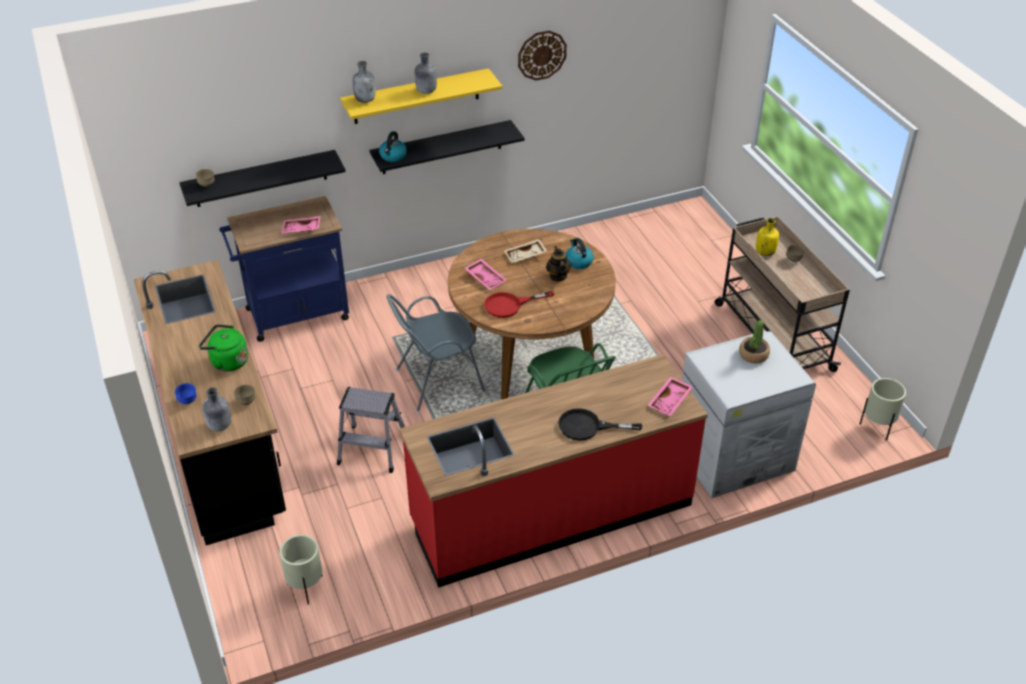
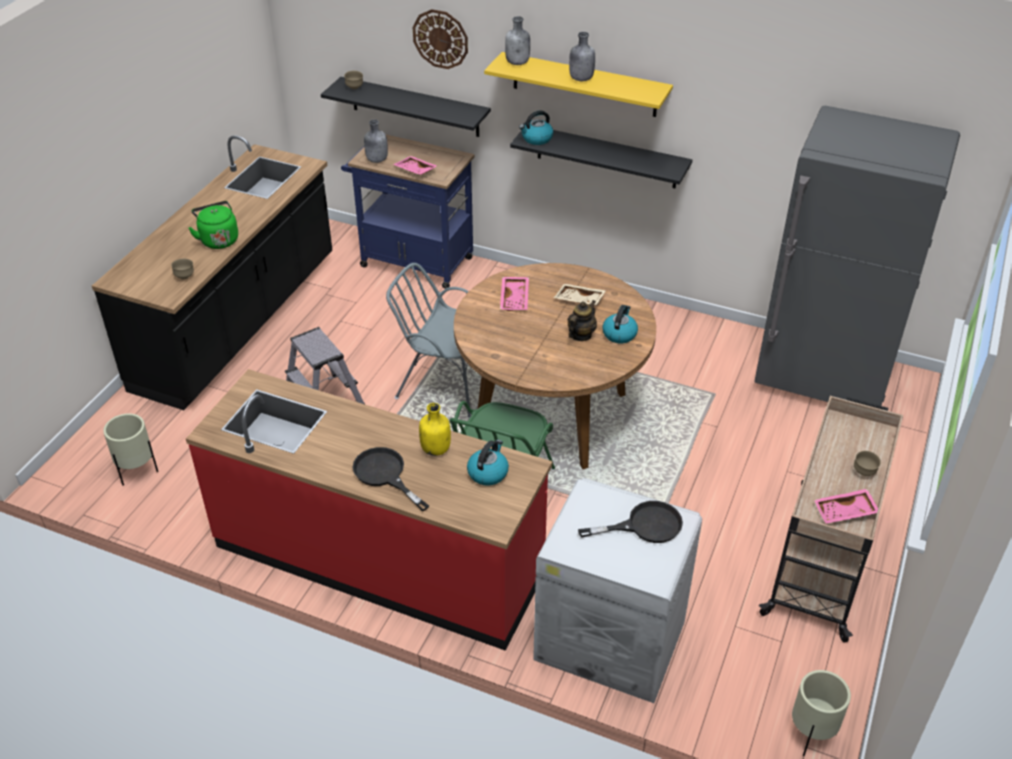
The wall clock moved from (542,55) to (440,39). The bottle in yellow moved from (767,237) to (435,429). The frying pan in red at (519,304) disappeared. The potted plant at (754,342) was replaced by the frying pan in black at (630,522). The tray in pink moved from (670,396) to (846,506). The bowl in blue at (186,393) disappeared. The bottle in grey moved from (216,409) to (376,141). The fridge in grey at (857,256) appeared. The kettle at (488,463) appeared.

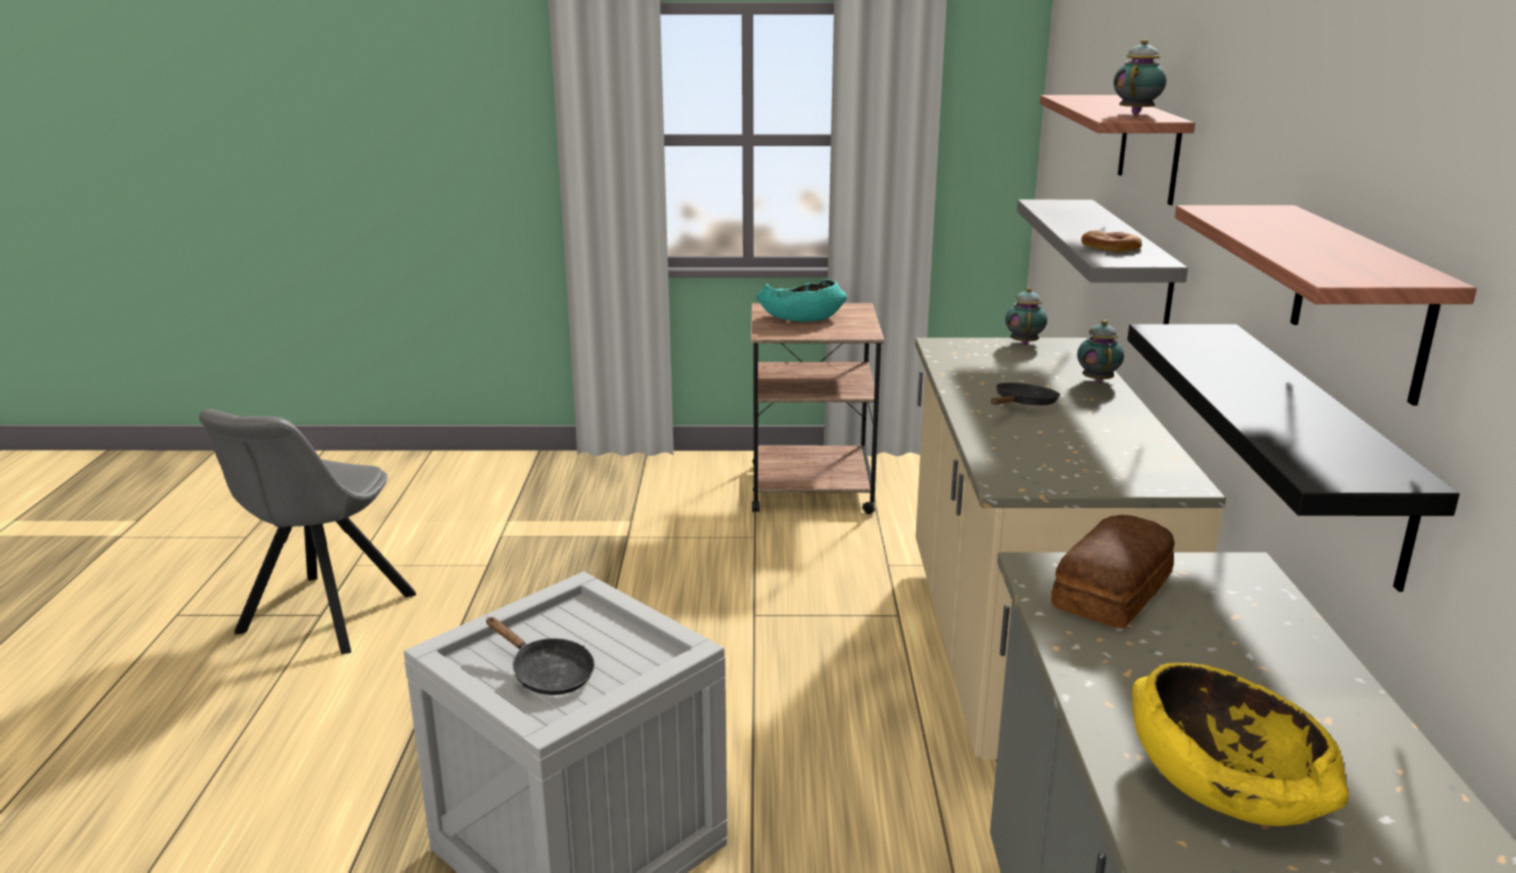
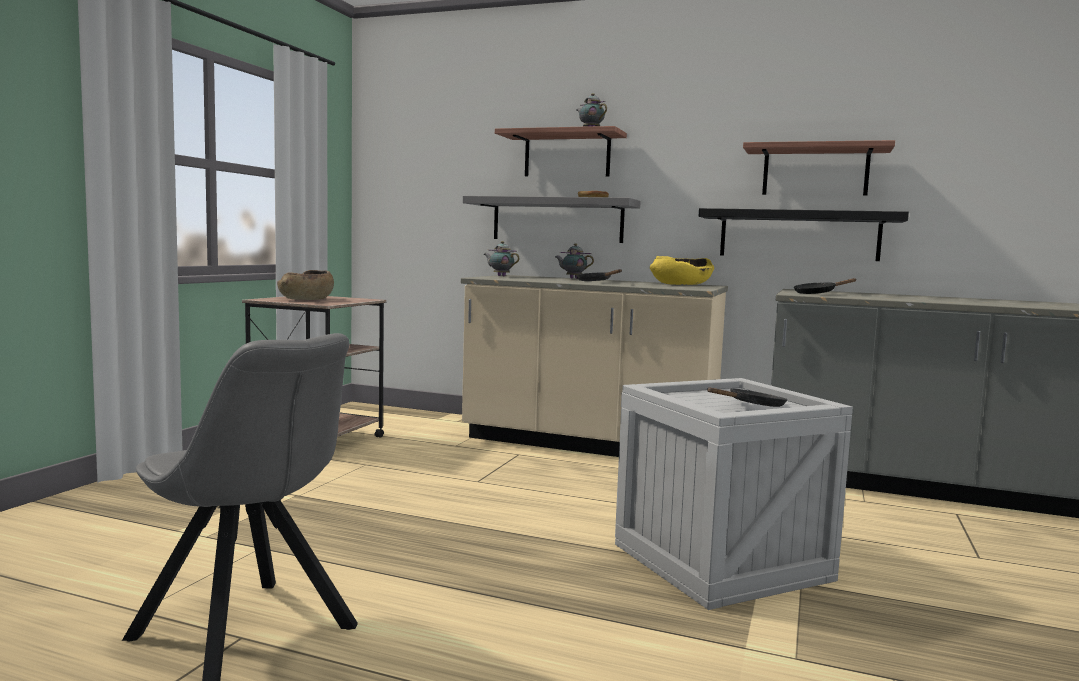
The bowl in turquoise at (802,300) became the bowl in brown at (305,285). The bread at (1113,572) was replaced by the frying pan in black at (825,286). The bowl in yellow moved from (1240,744) to (682,270).

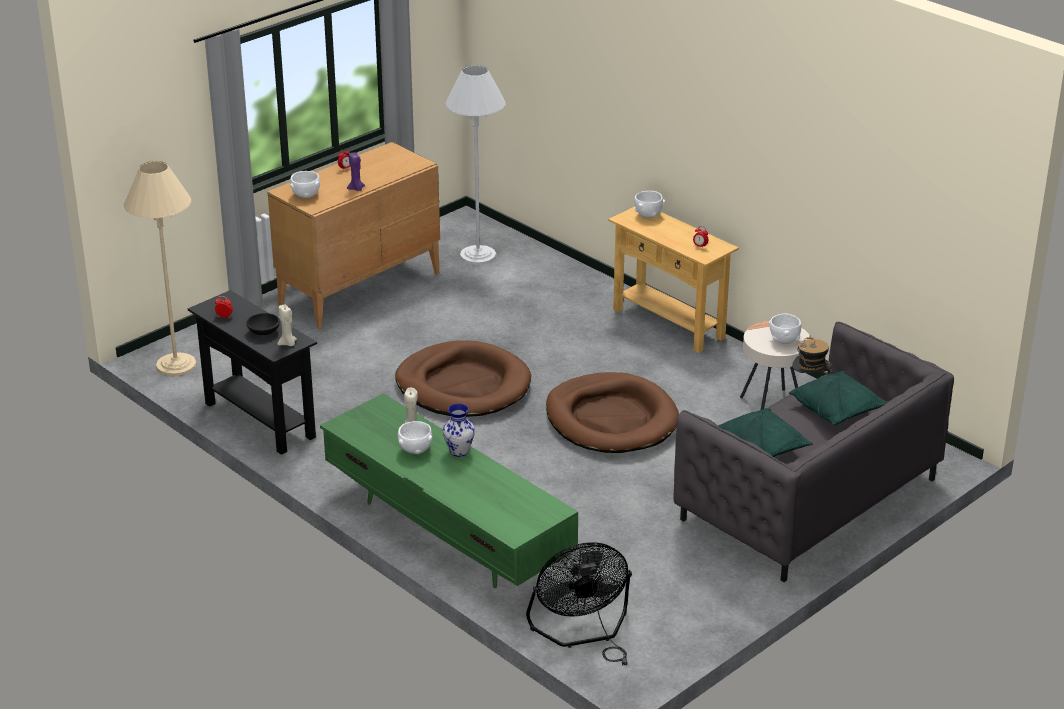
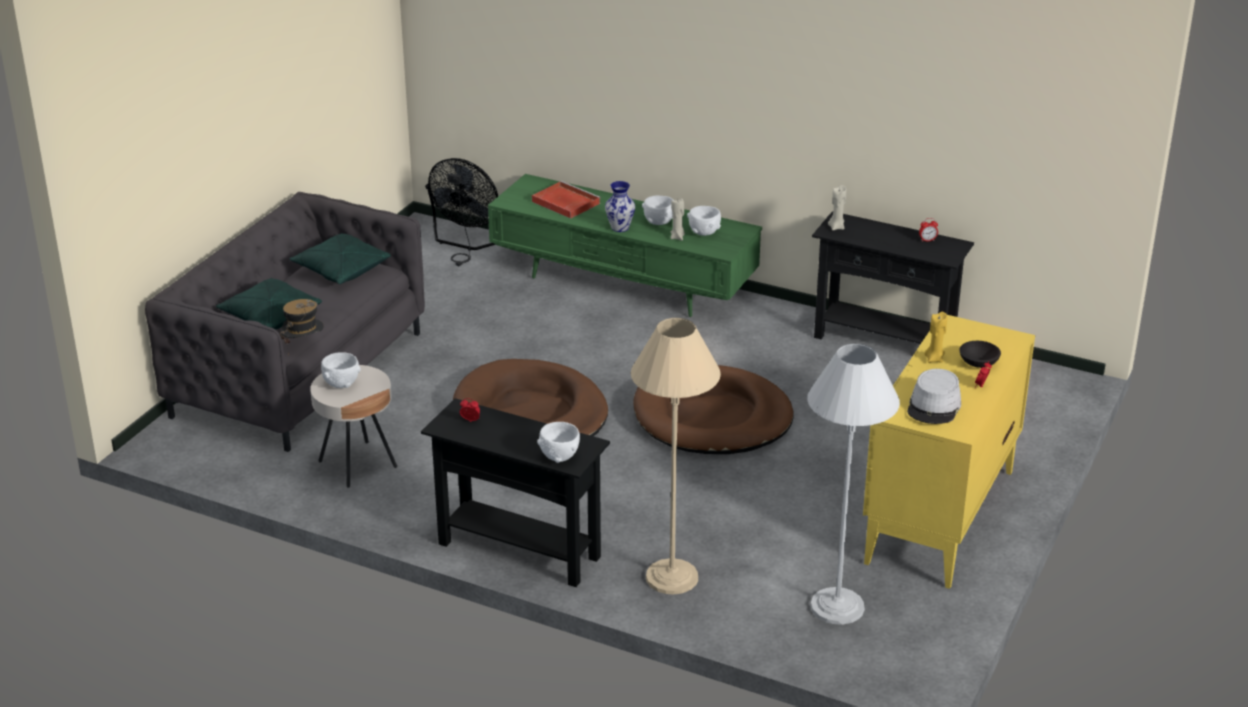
The cabinet in brown at (353,235) became the cabinet in yellow at (949,452). The candle in purple at (356,171) became the candle in yellow at (936,337). The floor lamp in beige moved from (160,268) to (676,456). The bowl in white moved from (305,184) to (704,221). The console table in beige at (673,280) became the console table in black at (515,492). The bowl in black moved from (263,324) to (980,354). The fan in black at (579,603) turned 120 degrees counterclockwise. The tray in red at (566,200) appeared. The hat in grey at (934,396) appeared.

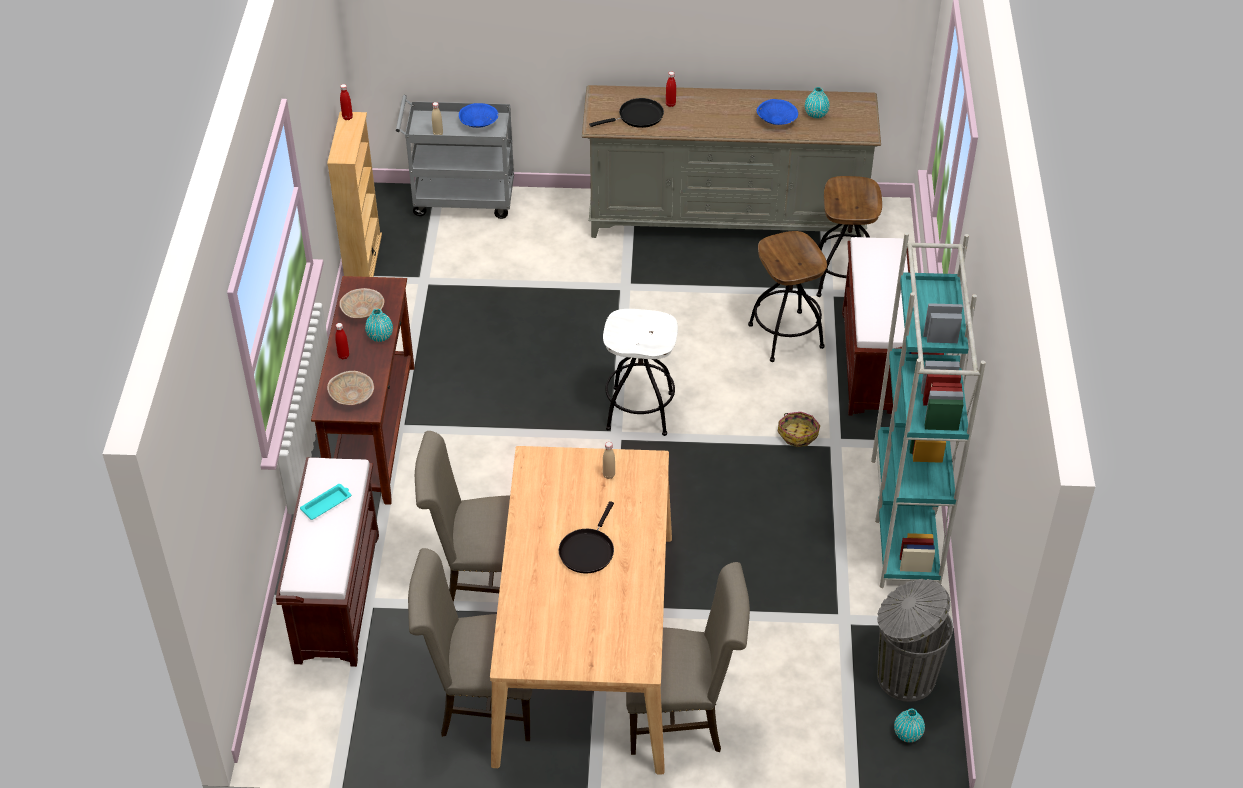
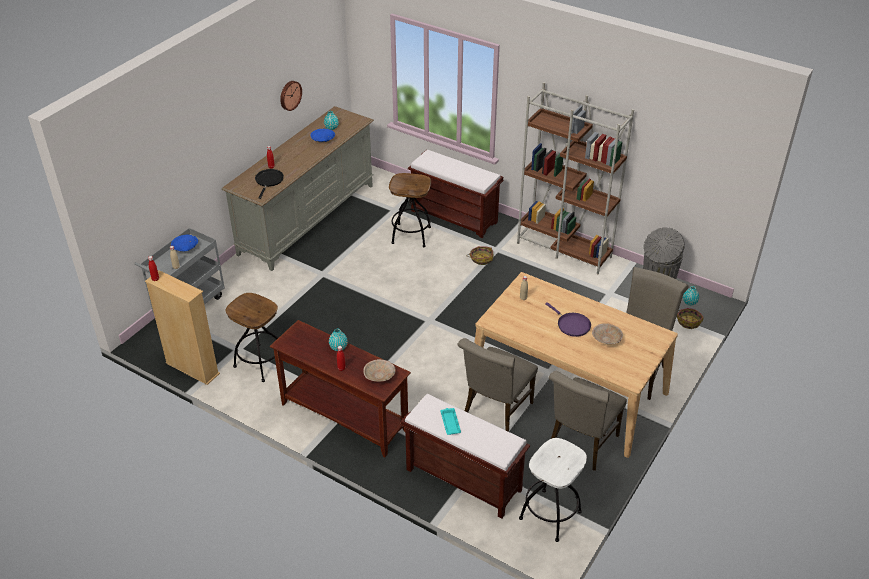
The stool in brown moved from (849,236) to (251,337). The bookcase in turquoise at (928,410) became the bookcase in brown at (575,178). The bowl in beige moved from (362,303) to (607,333). The stool in white moved from (640,372) to (553,490). The frying pan in black at (586,537) became the frying pan in purple at (568,319). The wall clock at (291,96) appeared. The basket at (690,318) appeared.

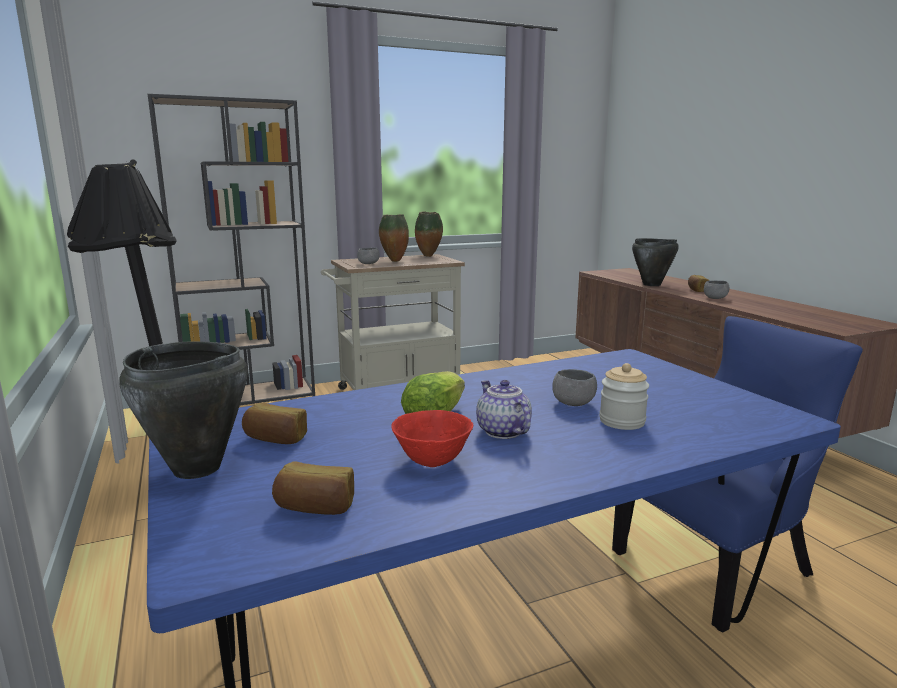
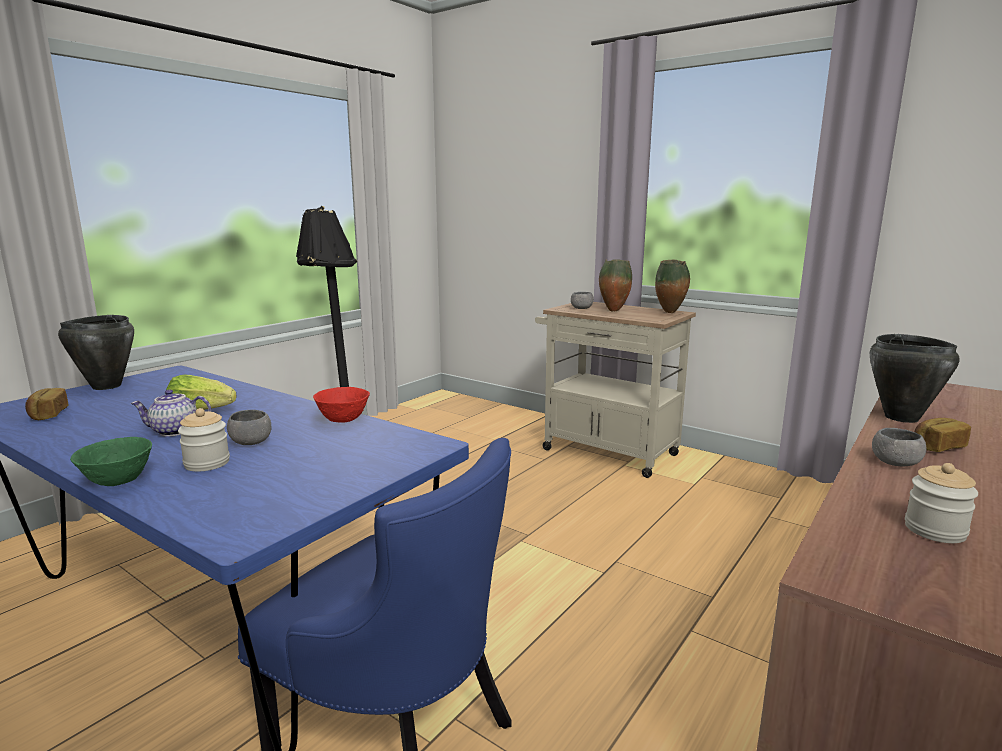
The bookcase at (231,249) disappeared. The teapot at (504,409) turned 135 degrees counterclockwise. The bread at (274,423) disappeared. The bowl in red moved from (432,438) to (341,405). The bowl in green at (111,461) appeared. The jar at (941,503) appeared.

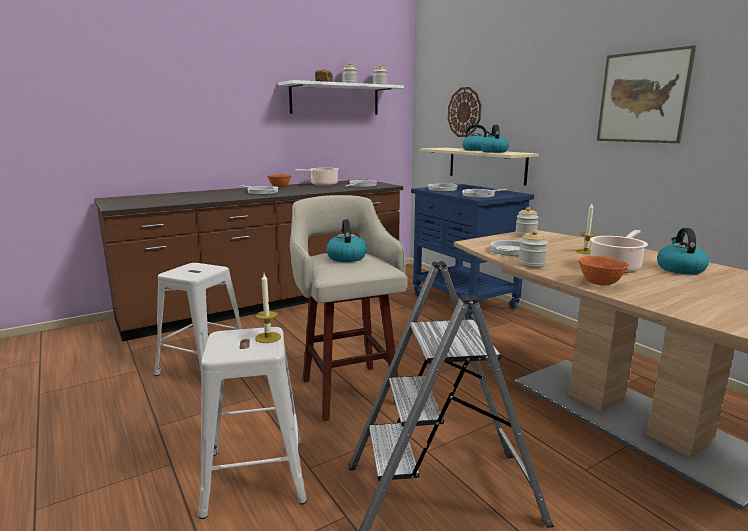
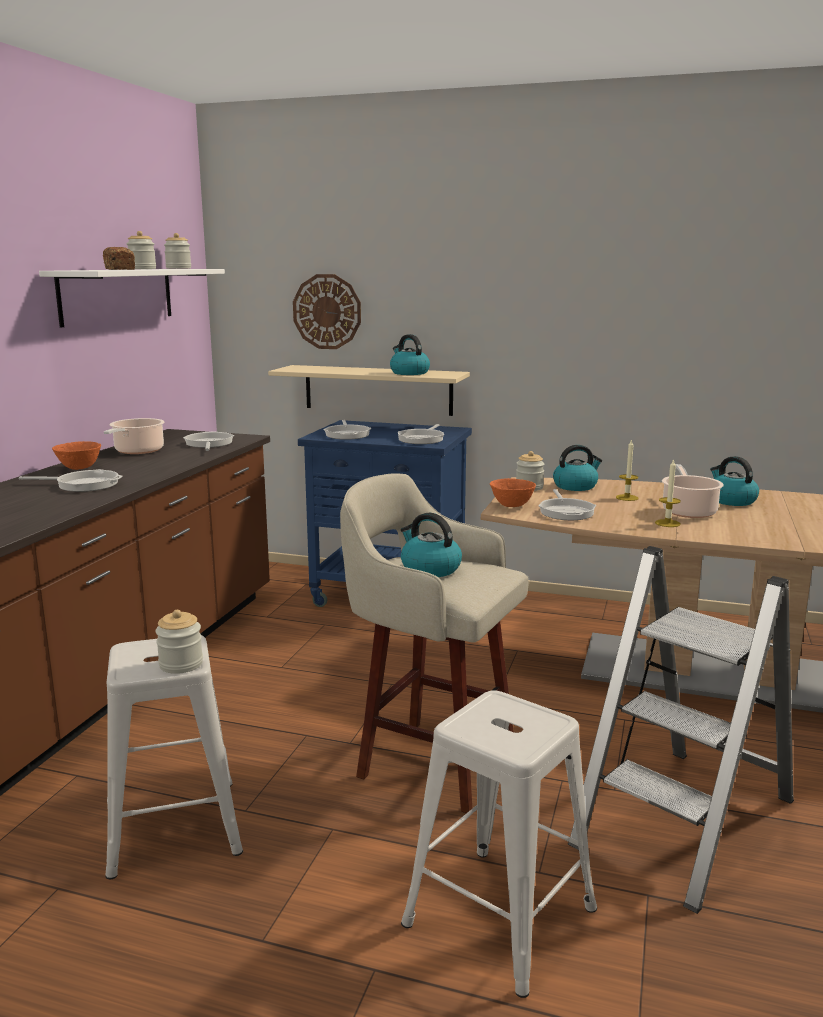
The picture at (646,94) disappeared. The kettle moved from (476,137) to (577,468). The jar moved from (533,249) to (179,642). The bowl in orange moved from (603,271) to (513,492). The candle moved from (268,308) to (668,493).

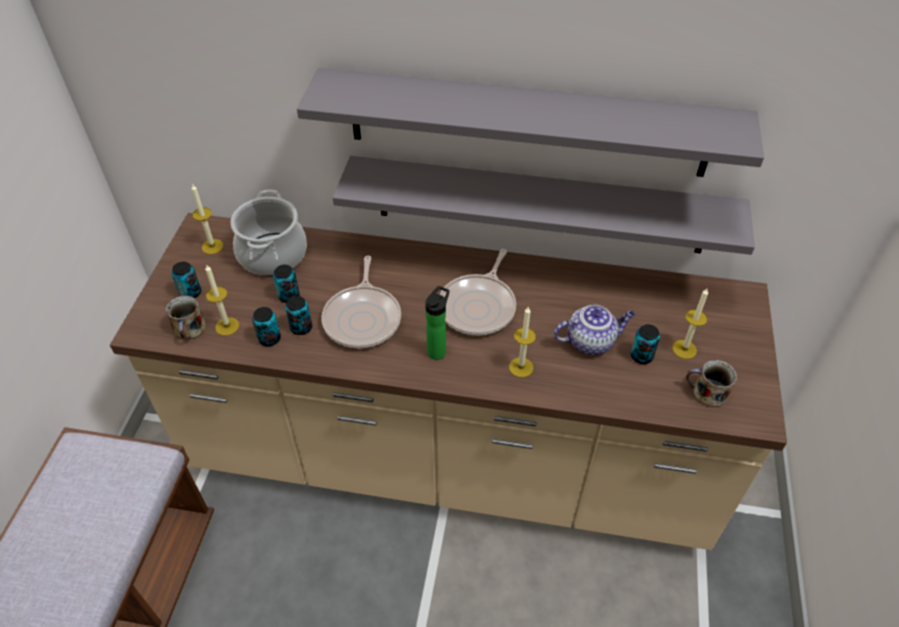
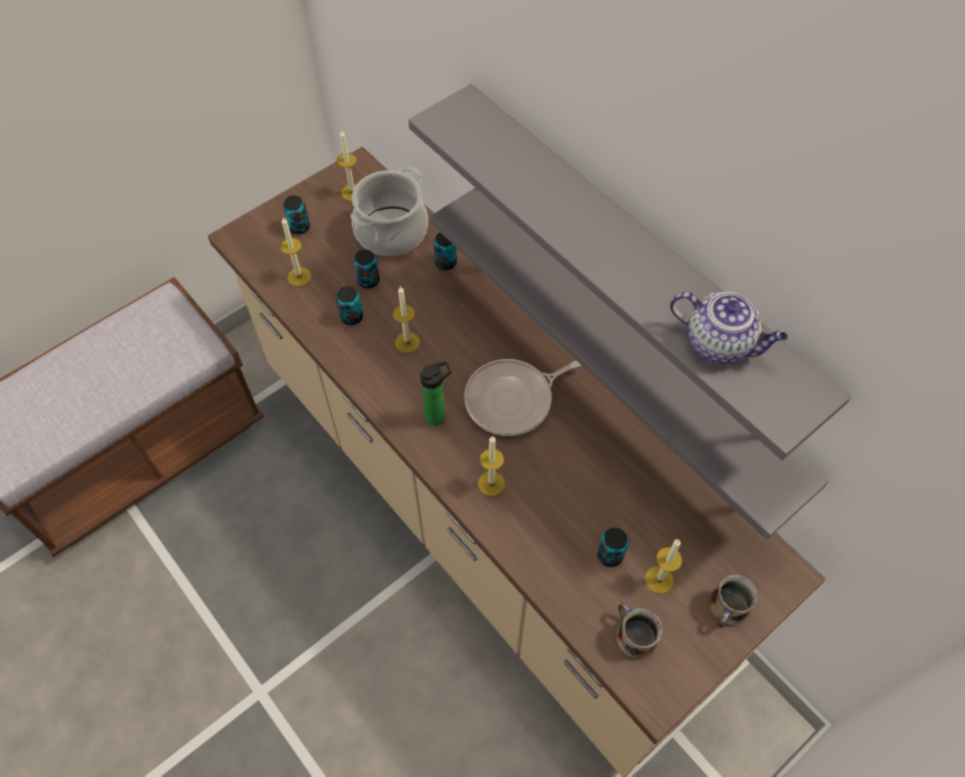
The frying pan at (361,302) was replaced by the candle at (406,319). The mug moved from (186,318) to (733,601). The teapot moved from (594,330) to (729,328). The can moved from (266,326) to (445,251).

